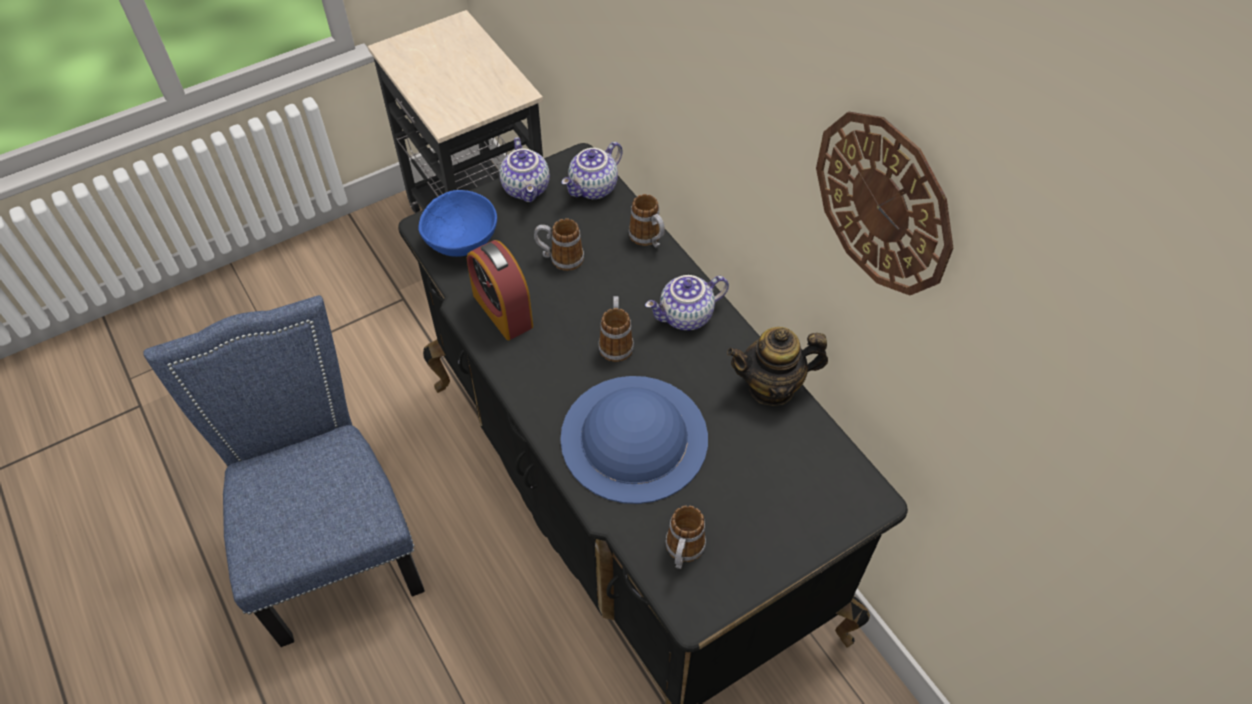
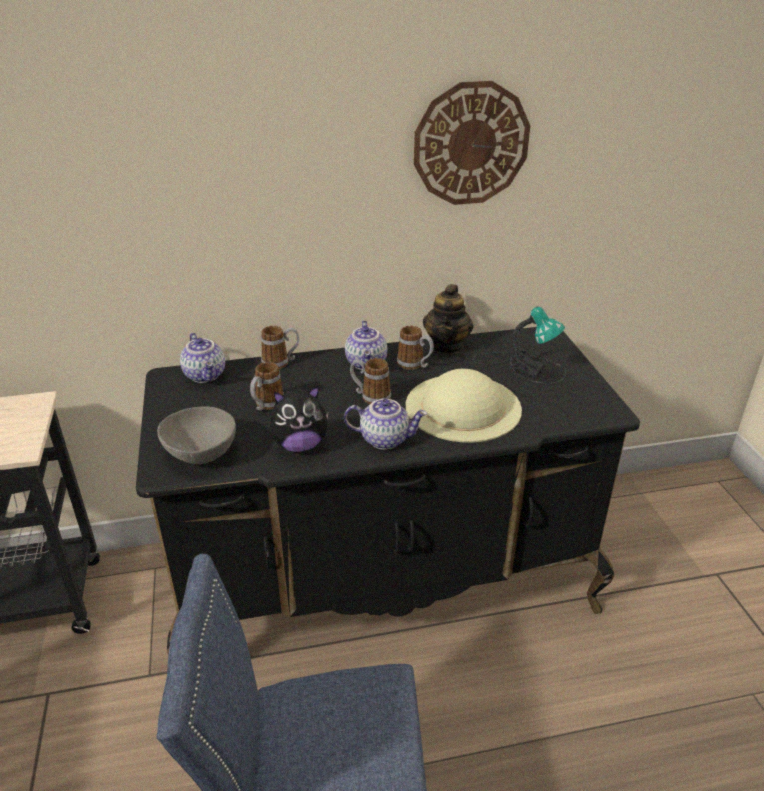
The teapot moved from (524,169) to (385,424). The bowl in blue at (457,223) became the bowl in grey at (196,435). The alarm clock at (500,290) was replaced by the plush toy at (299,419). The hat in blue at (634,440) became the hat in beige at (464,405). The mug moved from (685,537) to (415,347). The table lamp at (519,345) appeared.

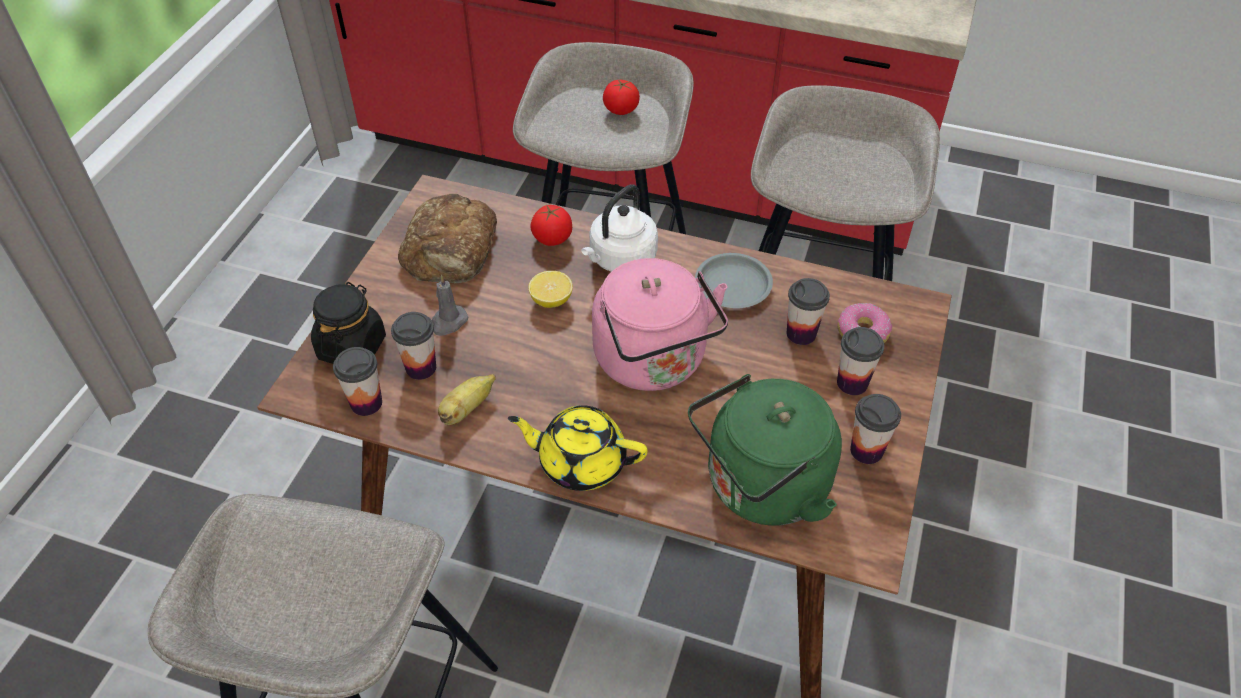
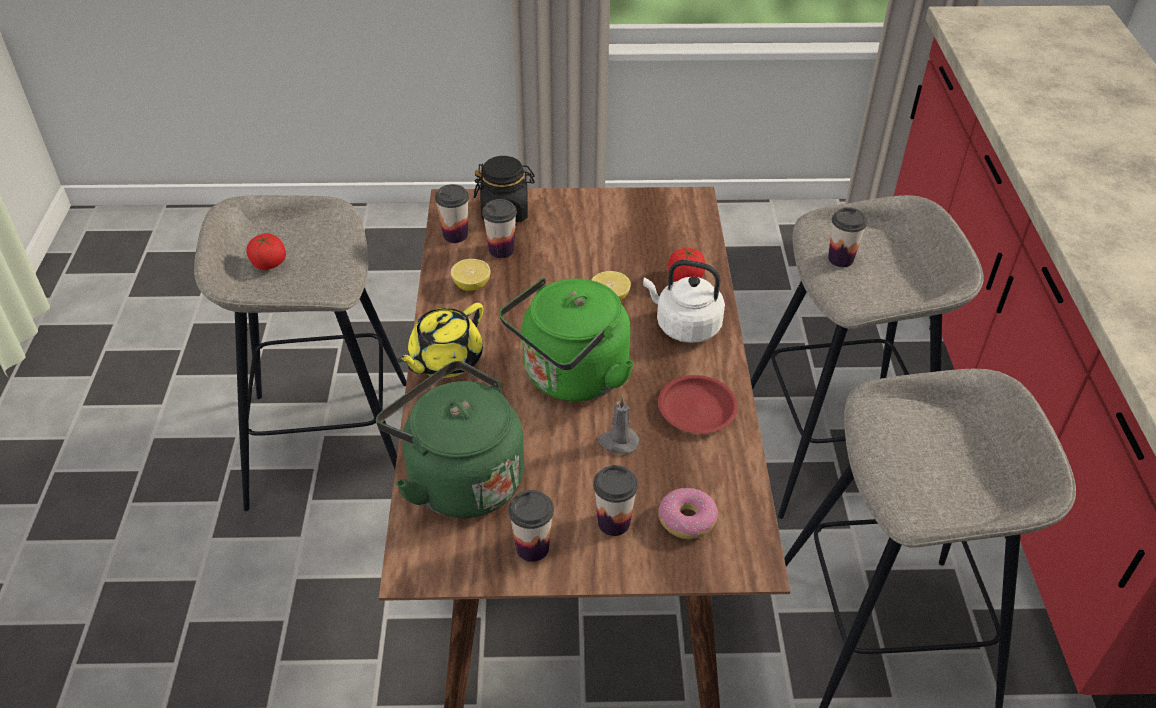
The tomato moved from (621,97) to (266,251). The bread at (447,238) disappeared. The plate in grey at (734,280) became the plate in red at (698,404). The kettle in pink at (660,324) became the kettle in green at (566,339). The candle in grey moved from (450,305) to (618,425). The cup moved from (808,311) to (847,237). The banana at (467,399) was replaced by the lemon at (471,275). The teapot in yellow at (578,448) turned 135 degrees counterclockwise.

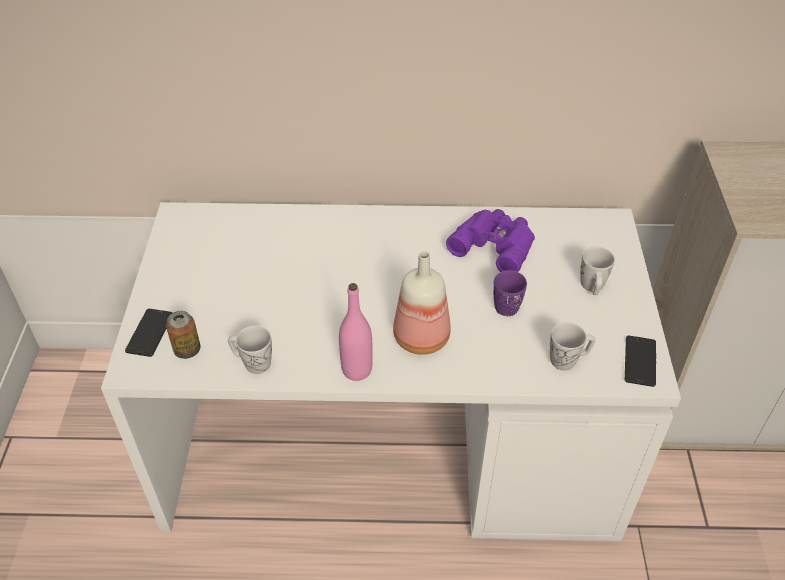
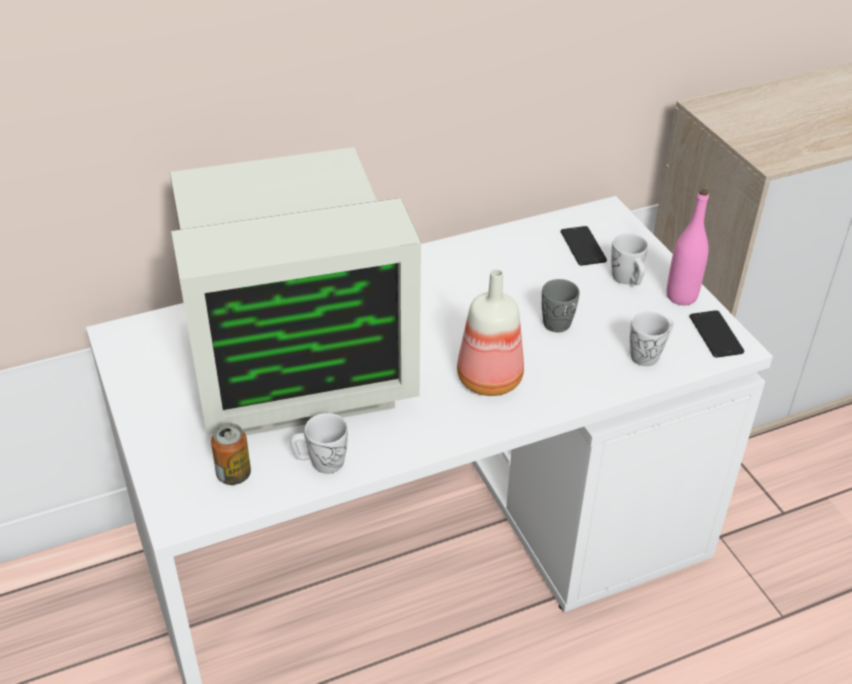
The binoculars in purple at (490,240) disappeared. The mug in purple at (510,293) became the mug in grey at (561,305). The bottle in pink moved from (356,332) to (688,247). The phone moved from (149,333) to (584,246). The monitor at (295,291) appeared.

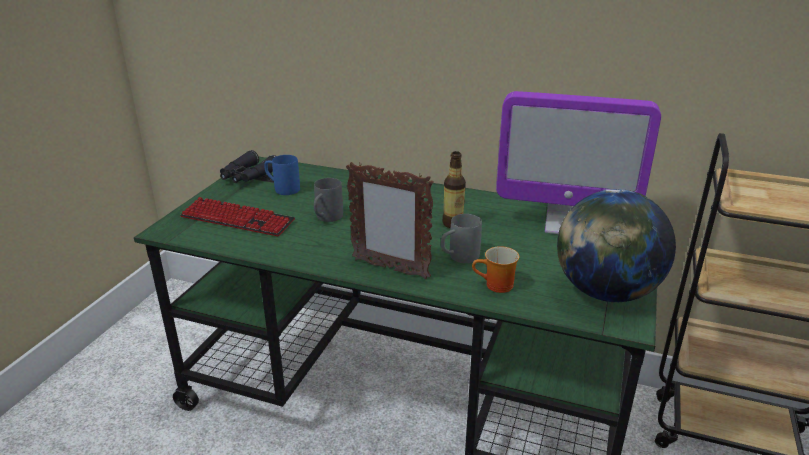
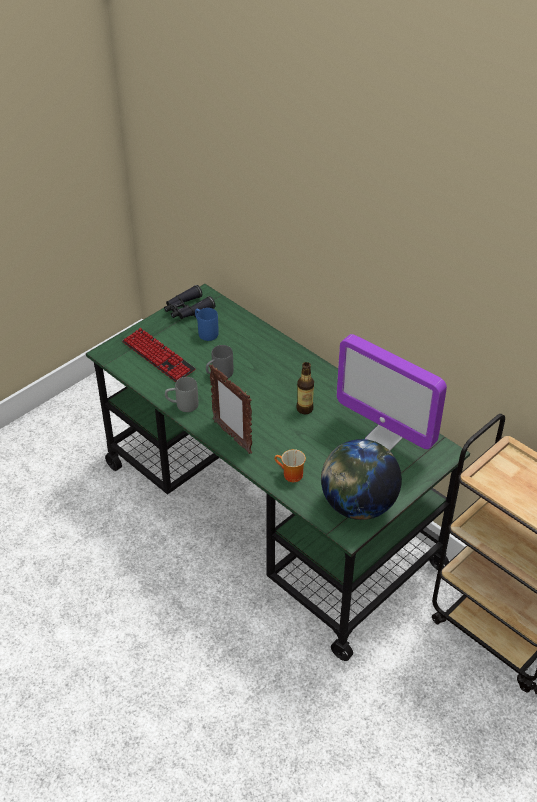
The mug in grey moved from (461,238) to (181,394).

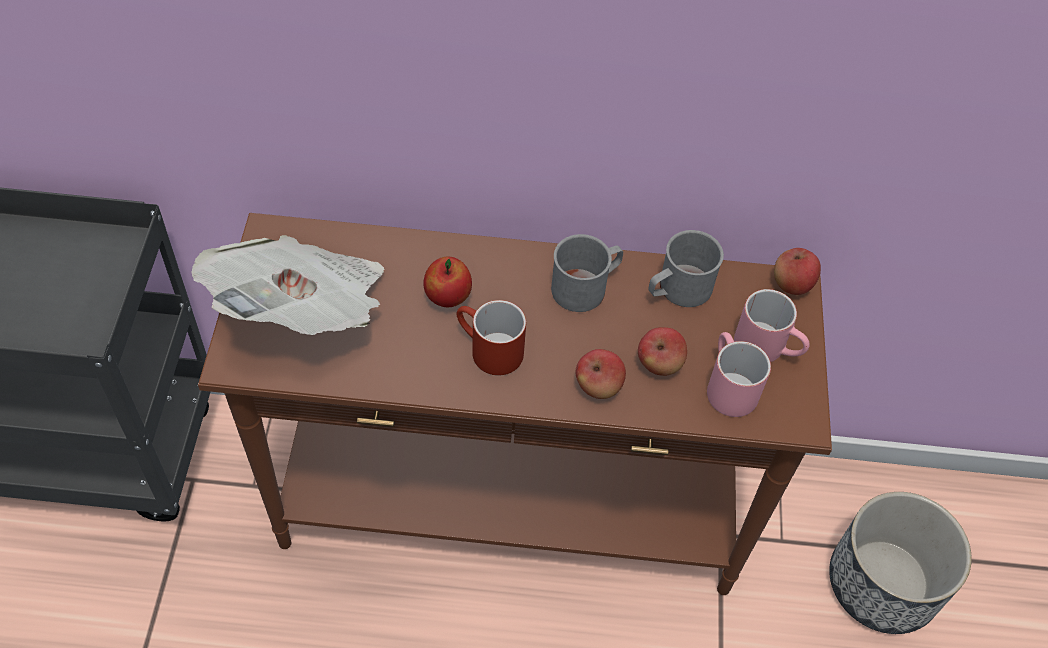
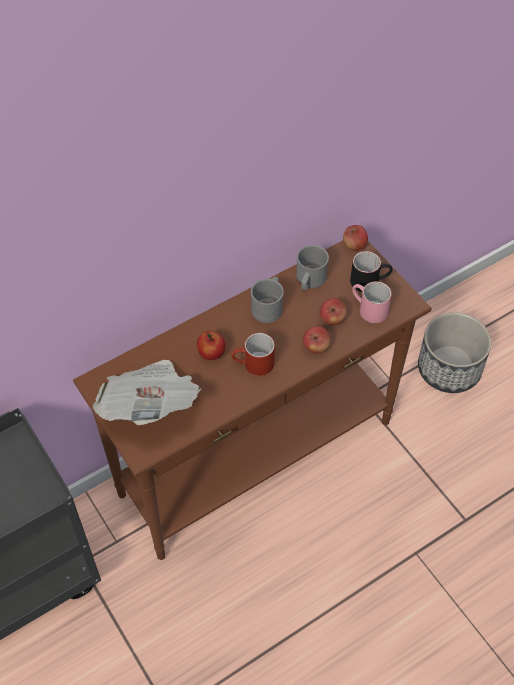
The mug in pink at (772,325) became the mug in black at (371,271).

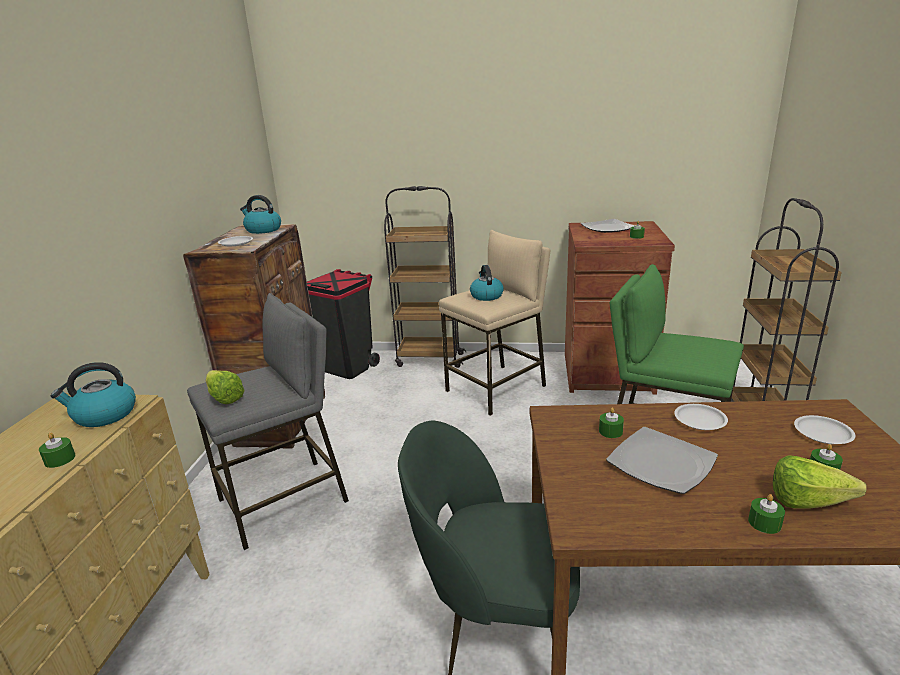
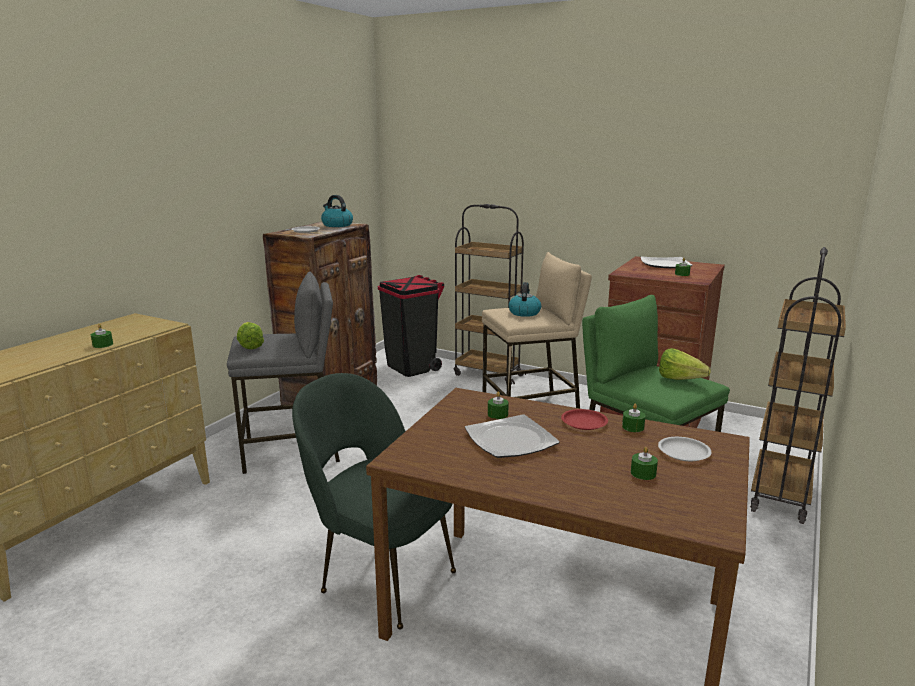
The kettle at (93,394) disappeared. The plate in white at (701,417) became the plate in red at (584,419). The lettuce moved from (820,481) to (685,364). The candle in green moved from (766,514) to (634,418).

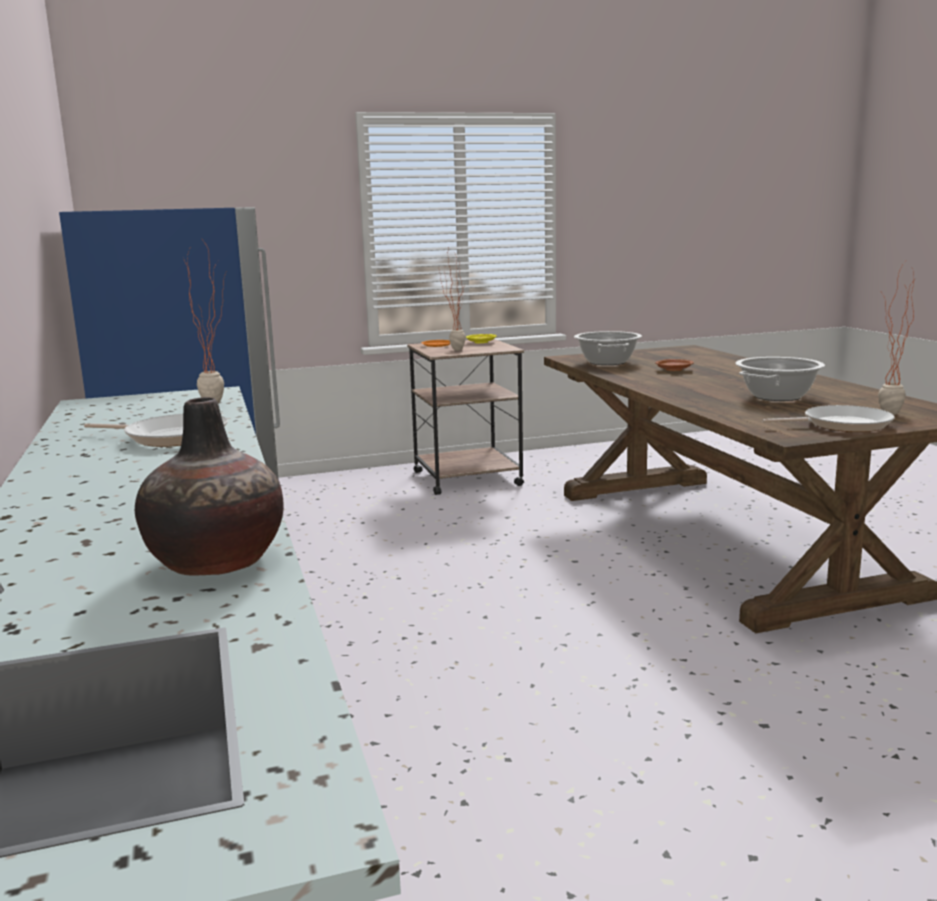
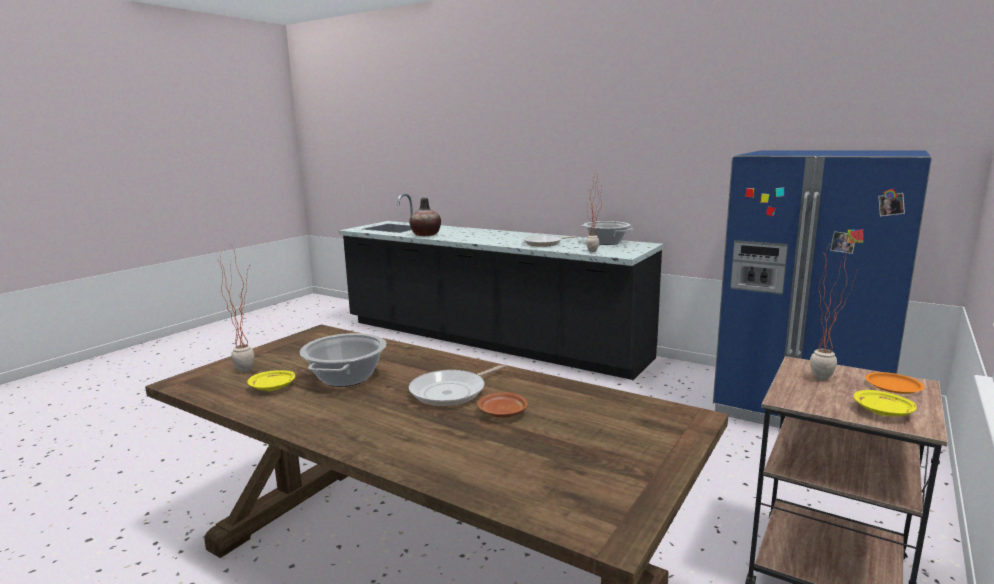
The cooking pot moved from (608,348) to (607,233). The frying pan moved from (828,418) to (457,385). The plate in yellow at (271,380) appeared.

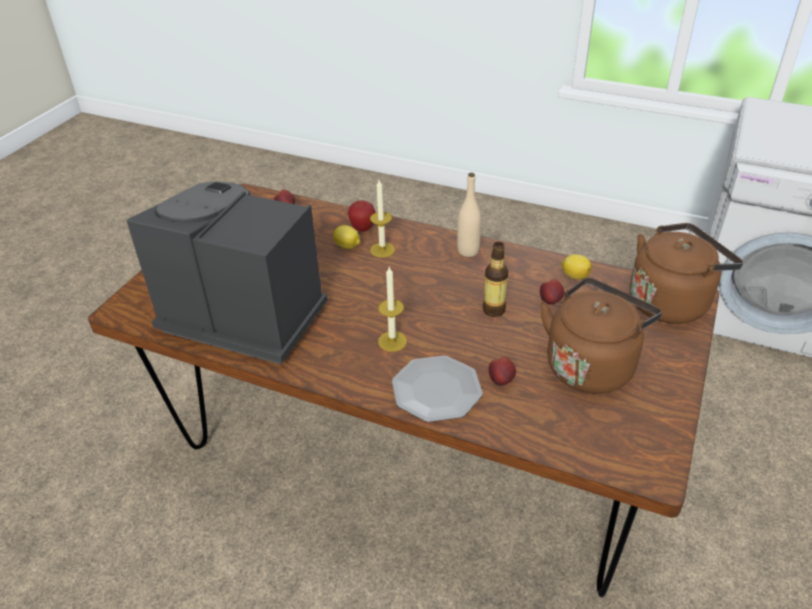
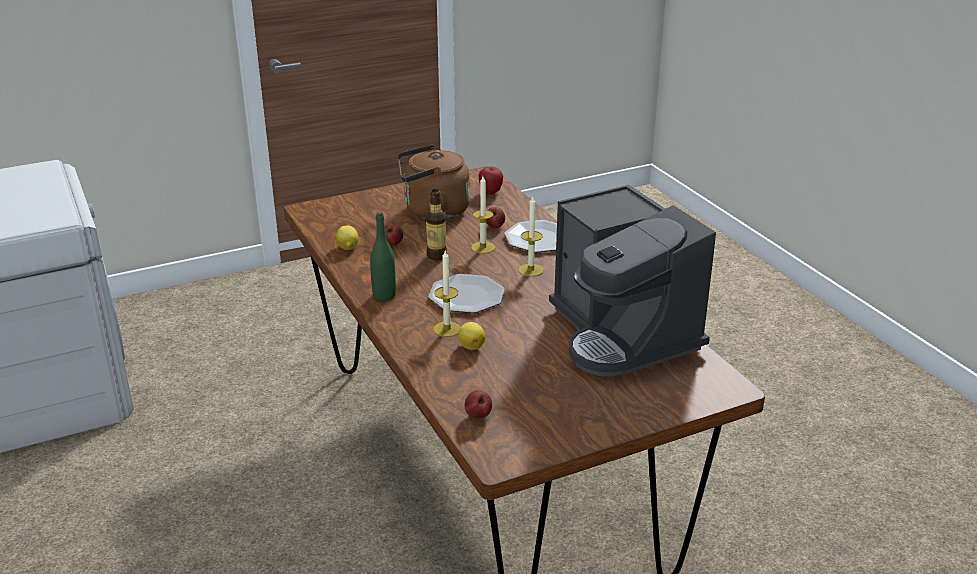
The bottle in beige at (469,215) became the bottle in green at (383,256). The apple moved from (362,215) to (491,181). The kettle in brown at (686,273) disappeared. The candle at (483,215) appeared. The plate at (466,293) appeared.

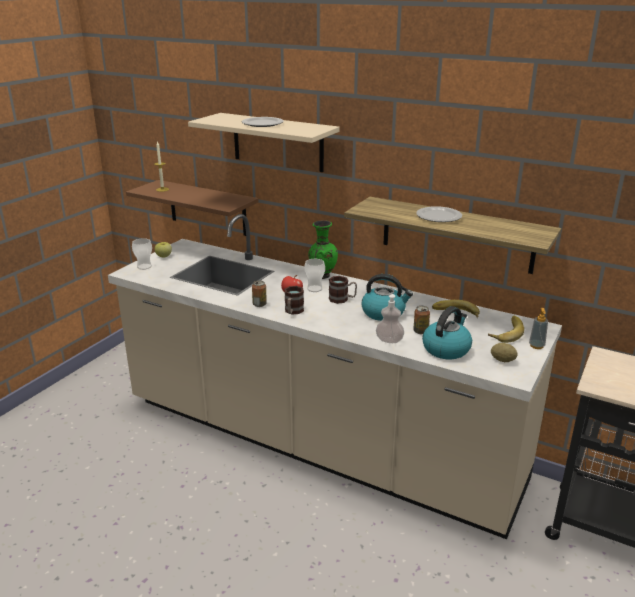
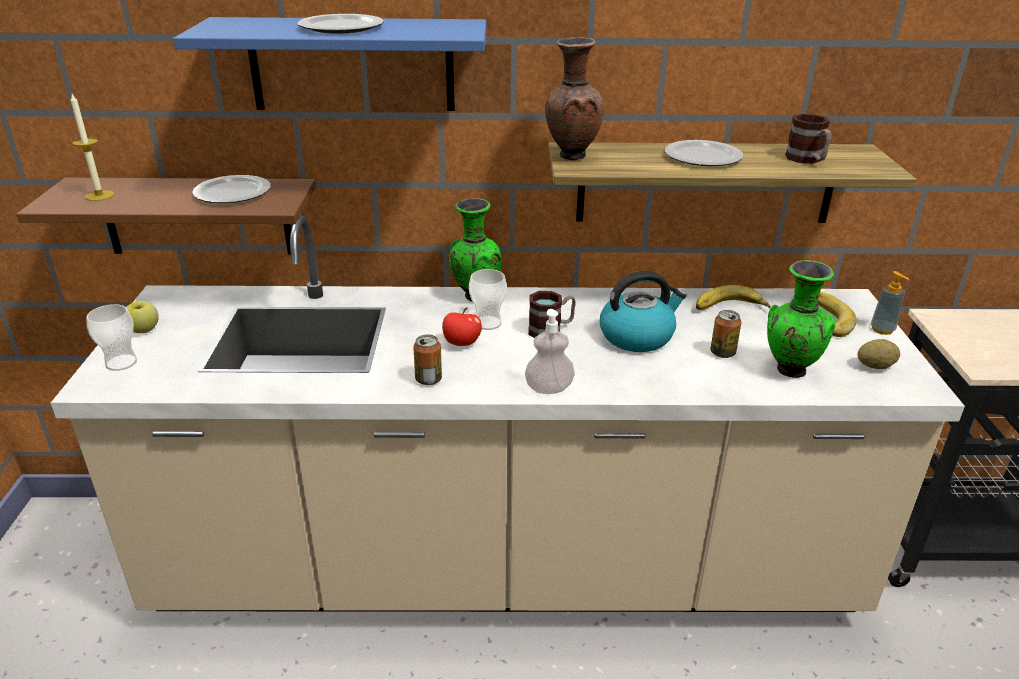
The shelf in beige at (264,142) became the shelf in blue at (330,64). The mug moved from (294,300) to (808,139). The soap dispenser moved from (390,318) to (550,351). The kettle at (447,332) was replaced by the vase in green at (801,319). The vase in brown at (574,98) appeared. The plate at (231,189) appeared.

